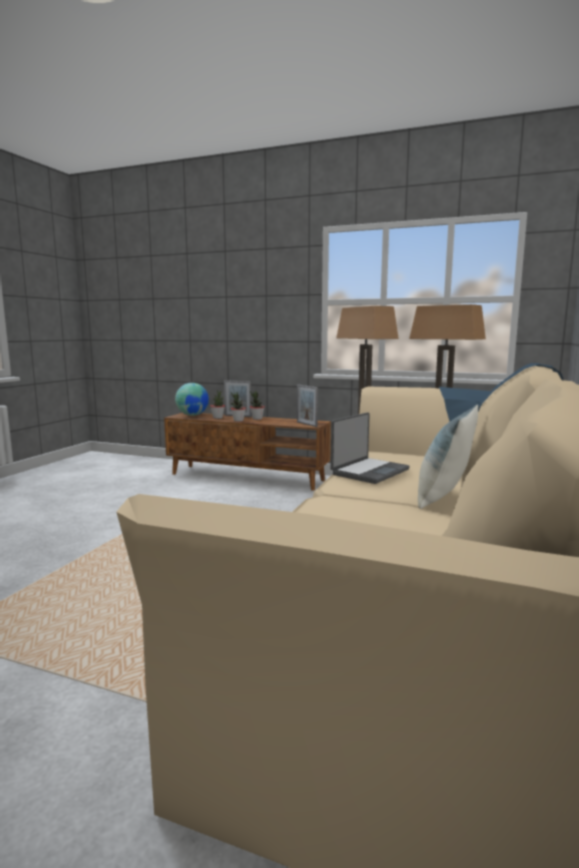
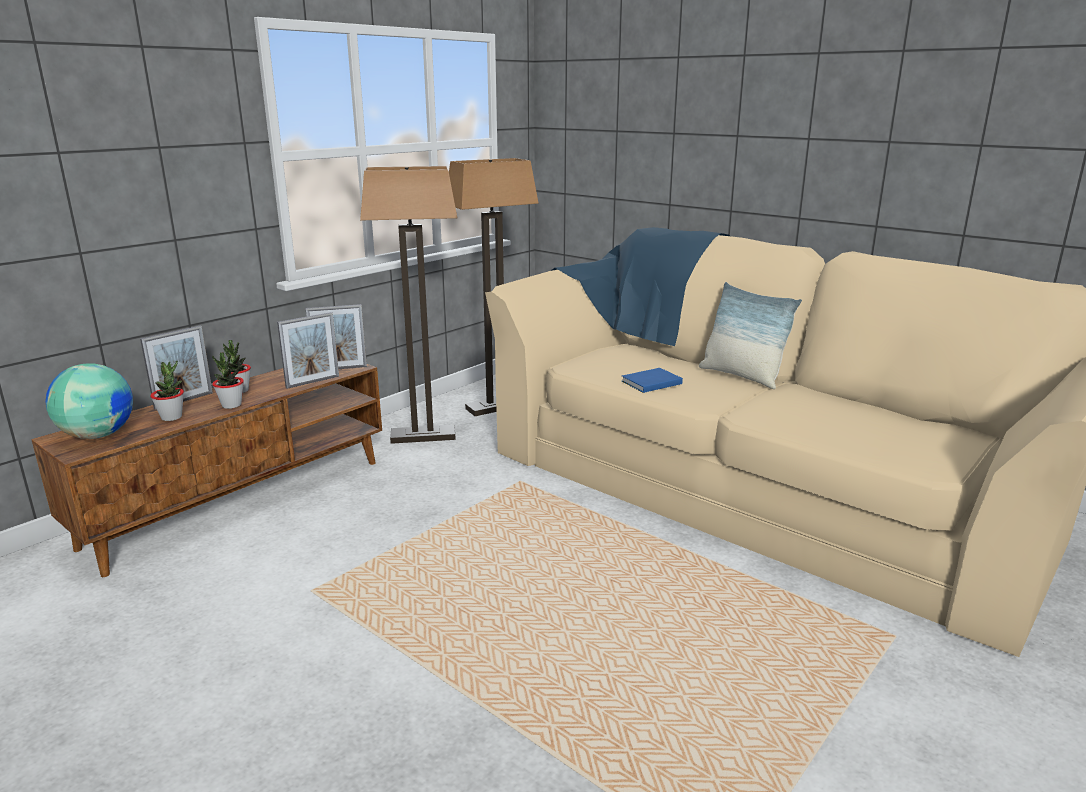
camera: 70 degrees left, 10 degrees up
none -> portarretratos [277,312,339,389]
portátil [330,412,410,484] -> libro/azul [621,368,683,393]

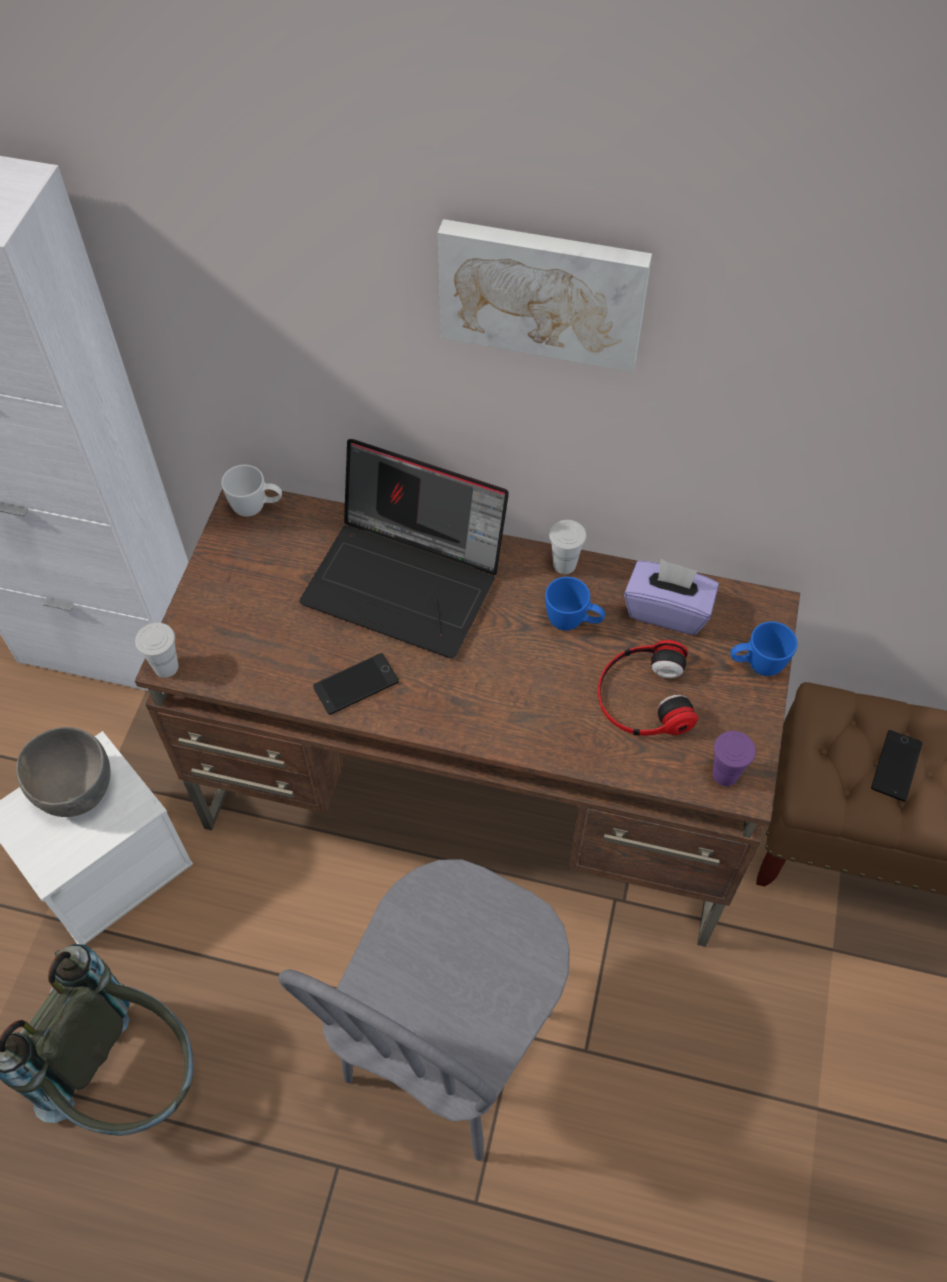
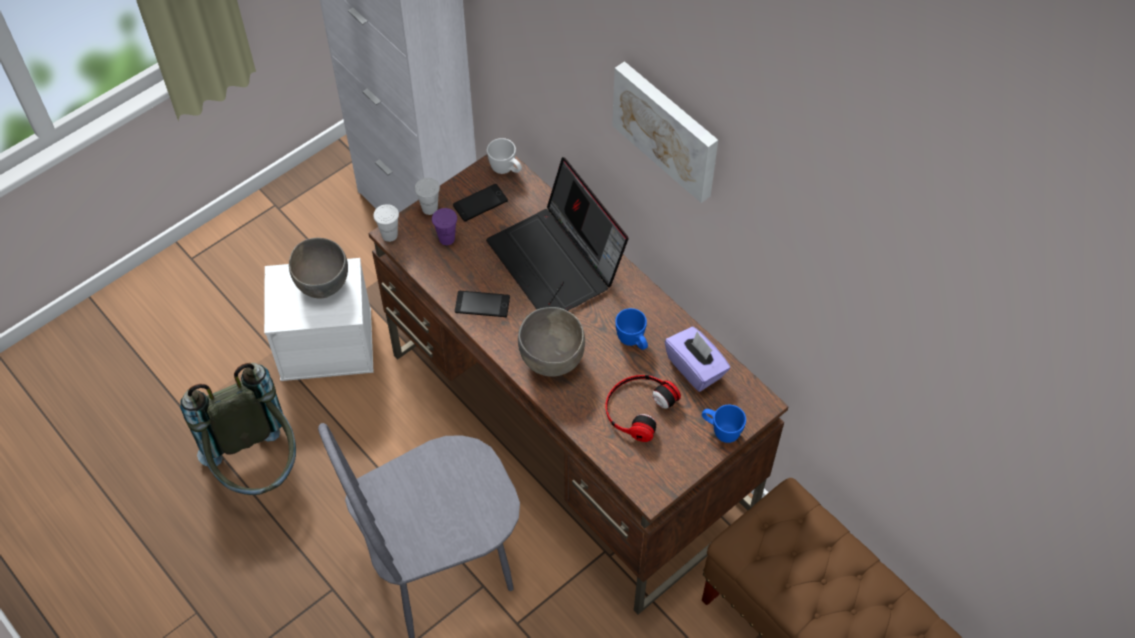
camera: 35 degrees right, 0 degrees up
none -> cuenco/gris [518,307,585,377]
taza/blanco [549,520,586,574] -> taza/blanco [415,178,440,215], moved
taza/morado [713,731,756,786] -> taza/morado [432,208,457,245], moved
móvil [871,730,923,801] -> móvil [453,184,508,222], moved

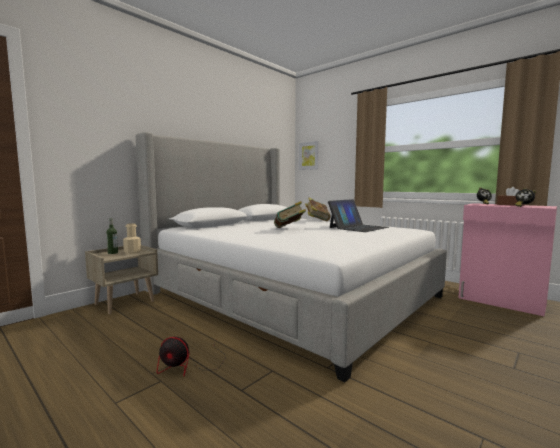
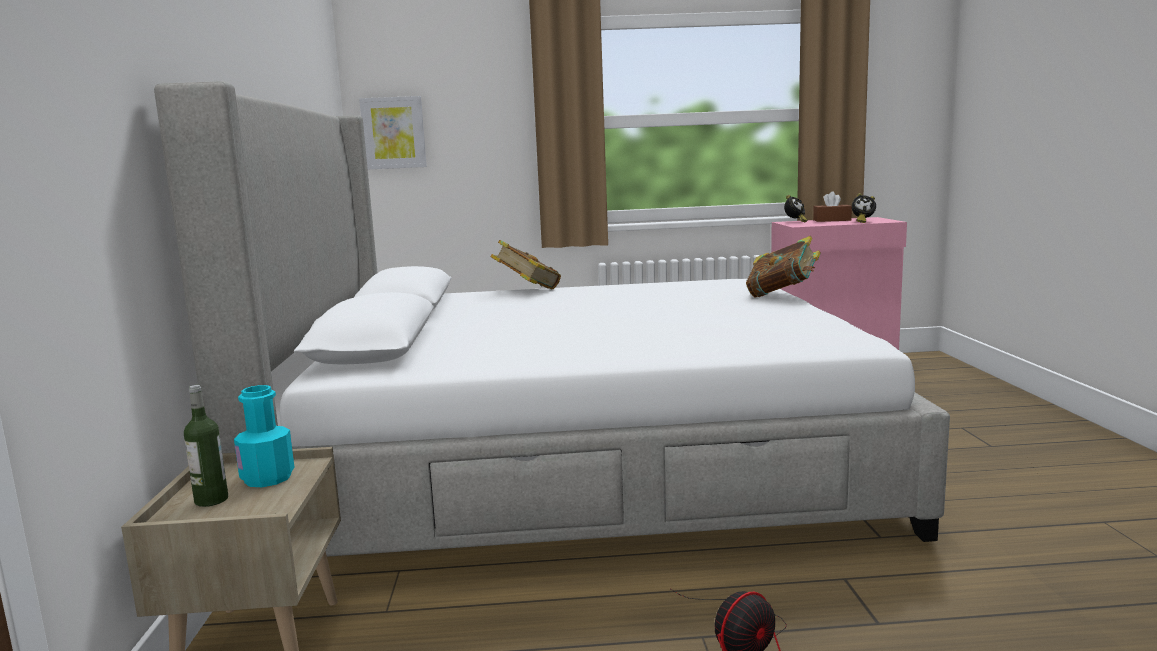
camera: 45 degrees left, 5 degrees up
portátil [328,199,389,232] -> none
libro [274,201,306,228] -> libro [746,236,821,298], moved
botella/beis [123,223,141,254] -> botella/turquesa [234,385,294,487]

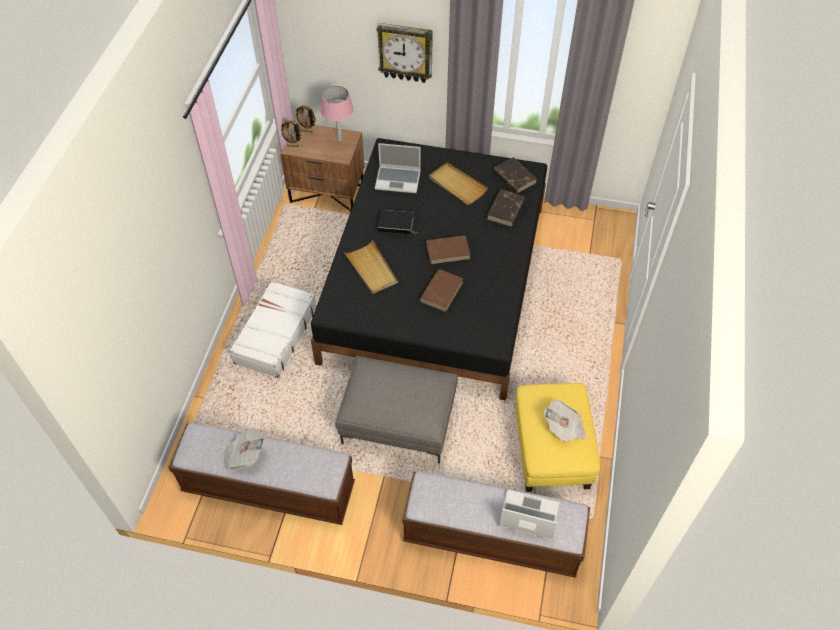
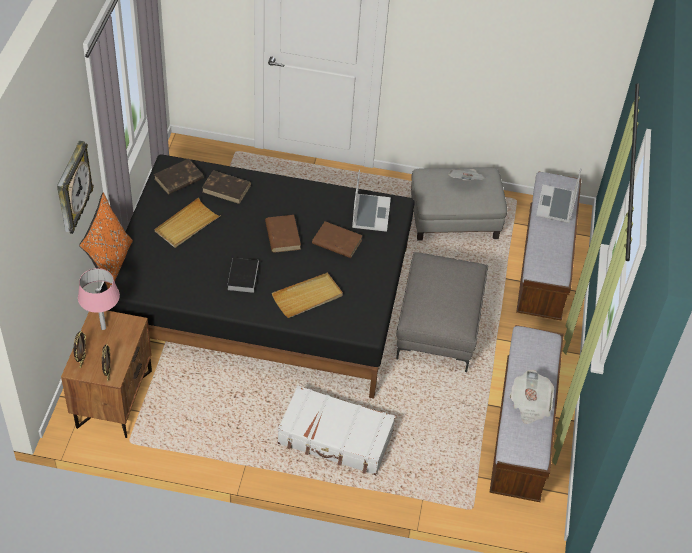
camera: 95 degrees left, 5 degrees down
none -> cojín/naranja [79,193,133,290]
portátil [375,143,421,193] -> portátil [352,170,391,232], moved
puf/amarillo [515,383,600,492] -> puf/gris [411,167,507,241]

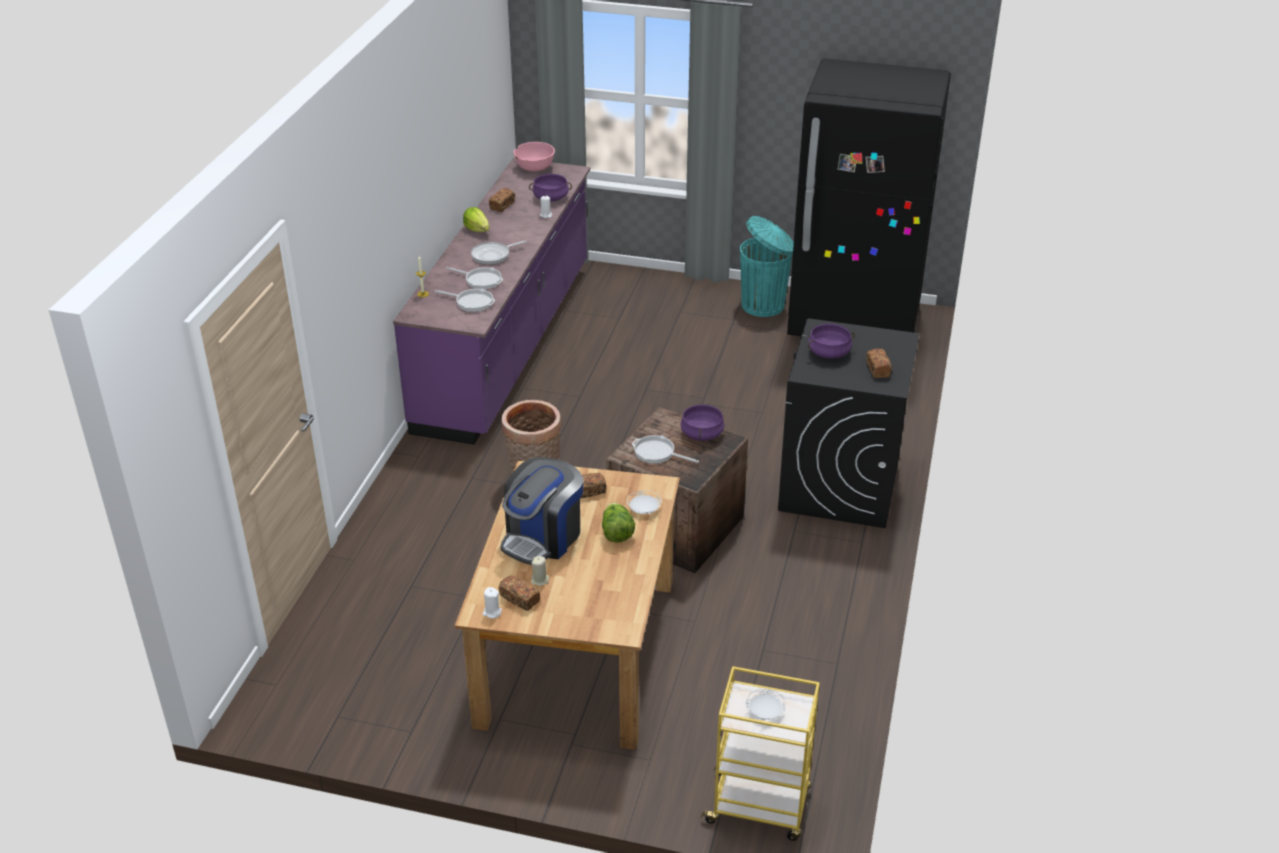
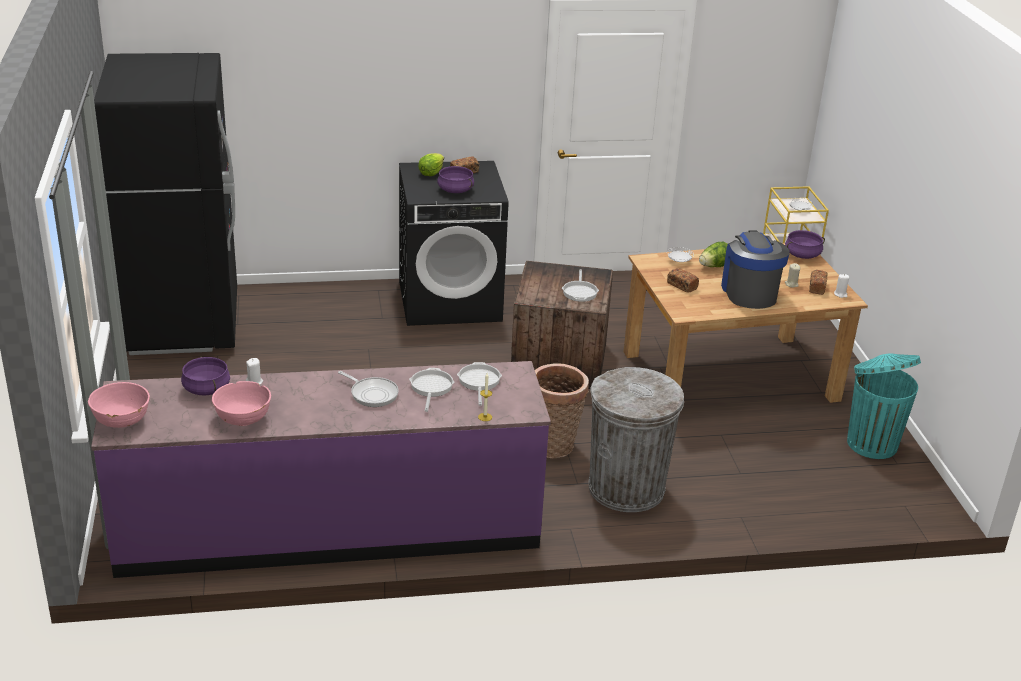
camera: 115 degrees left, 5 degrees down
none -> papelera/gris [589,367,684,512]
lechuga [463,207,489,232] -> lechuga [418,153,444,176], moved
olla/morado [680,404,725,441] -> olla/morado [785,230,825,259], moved
papelera/turquesa [740,216,794,317] -> papelera/turquesa [847,353,921,459], moved
pan [489,188,515,212] -> cuenco/rosa [212,381,271,426]
cafetera [500,457,583,565] -> cafetera [721,230,789,309], 105 degrees counterclockwise

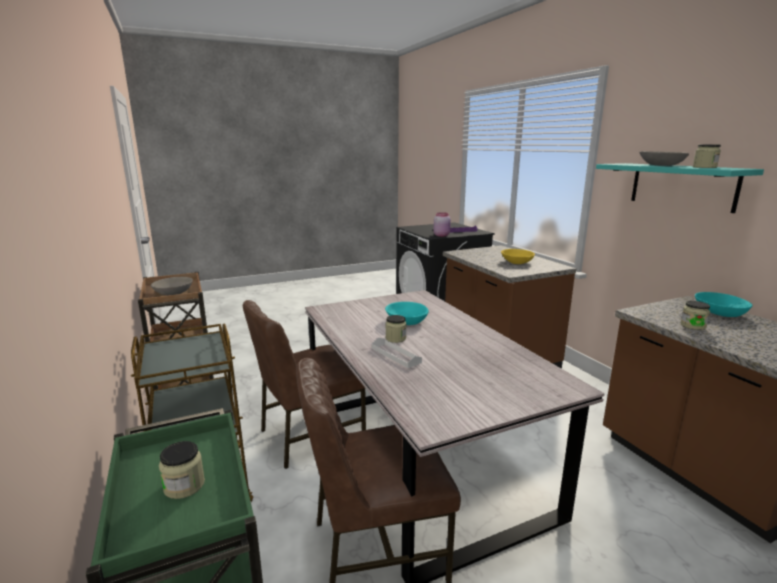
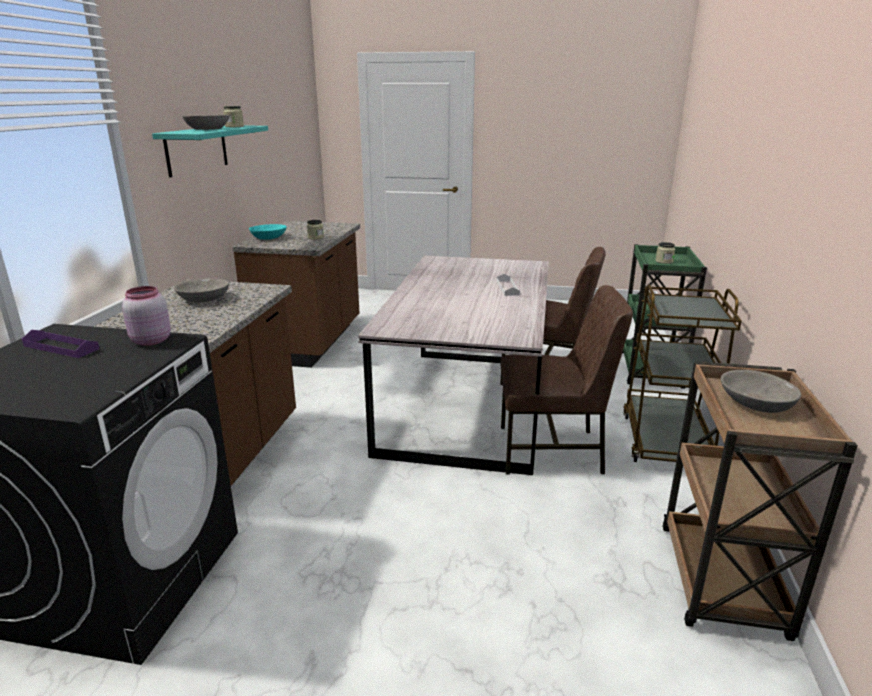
camera: 145 degrees left, 5 degrees up
cuenco/turquesa [385,302,429,325] -> none
tarro [385,315,406,343] -> none
cuenco/amarillo [501,249,535,264] -> cuenco/gris [174,278,229,303]

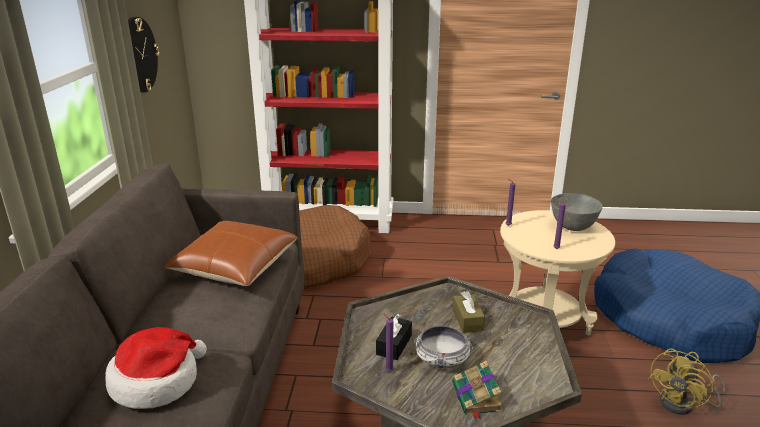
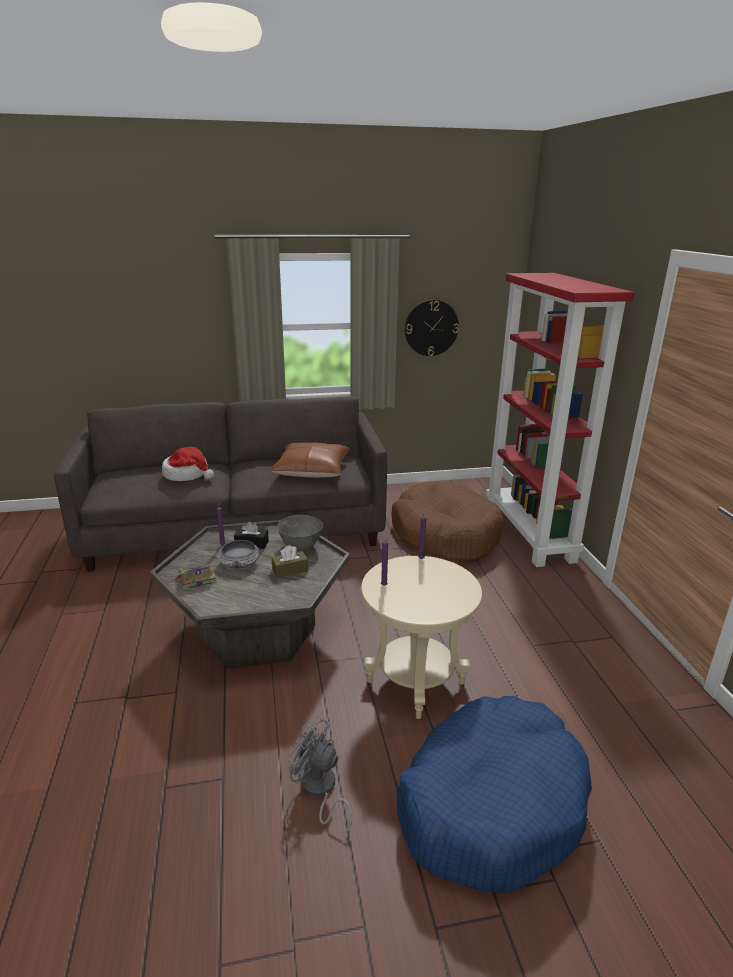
camera: 75 degrees right, 0 degrees up
cuenco/gris [551,193,603,231] -> cuenco/gris [277,515,323,551], moved
ventilador/amarillo [648,348,725,415] -> ventilador/gris [289,716,352,834]

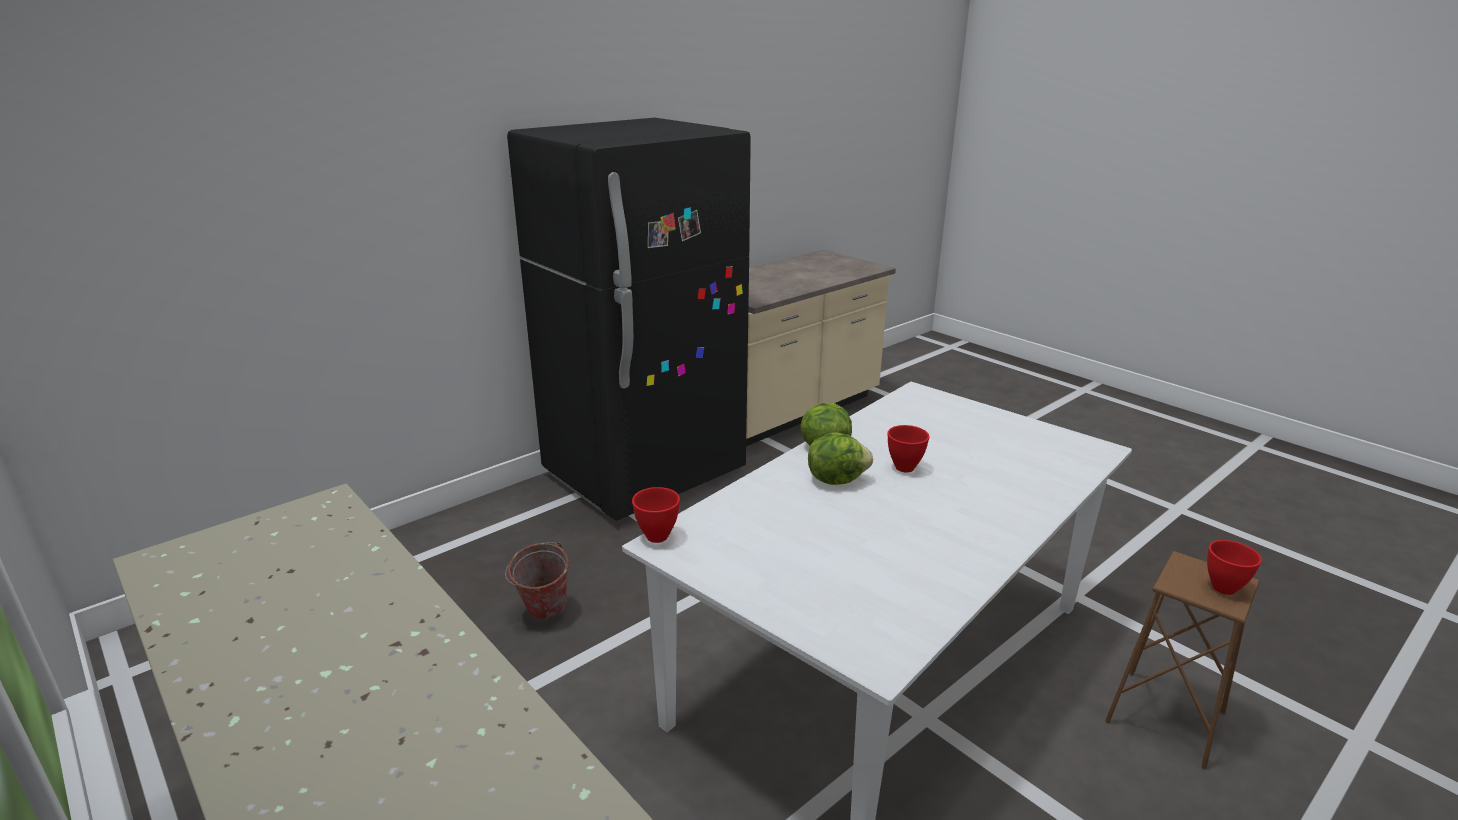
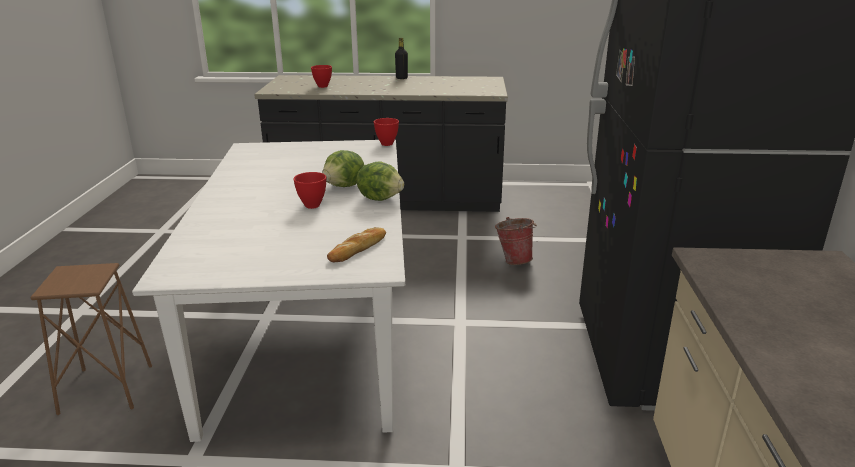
camera: 135 degrees right, 0 degrees up
none -> pan [327,227,386,262]
none -> botella/negro [395,38,408,79]
cuenco/rojo [1207,540,1262,595] -> cuenco/rojo [311,65,332,88], moved

